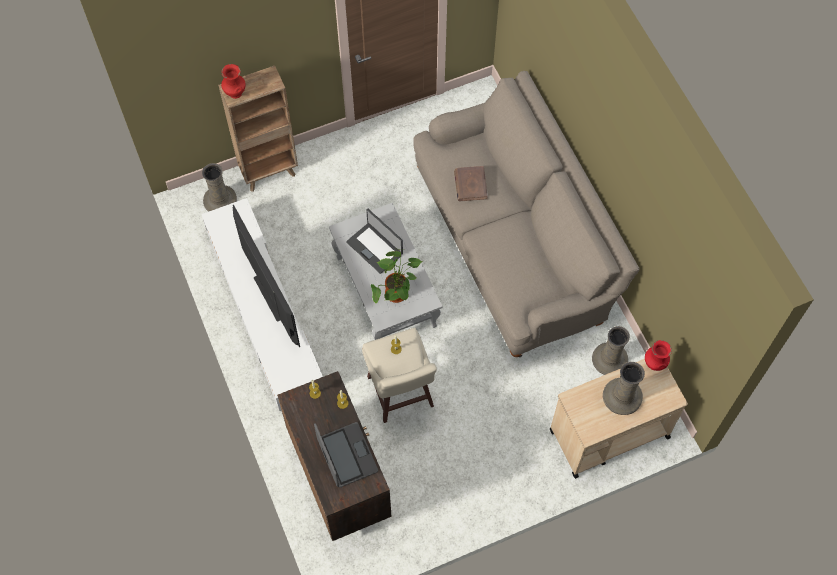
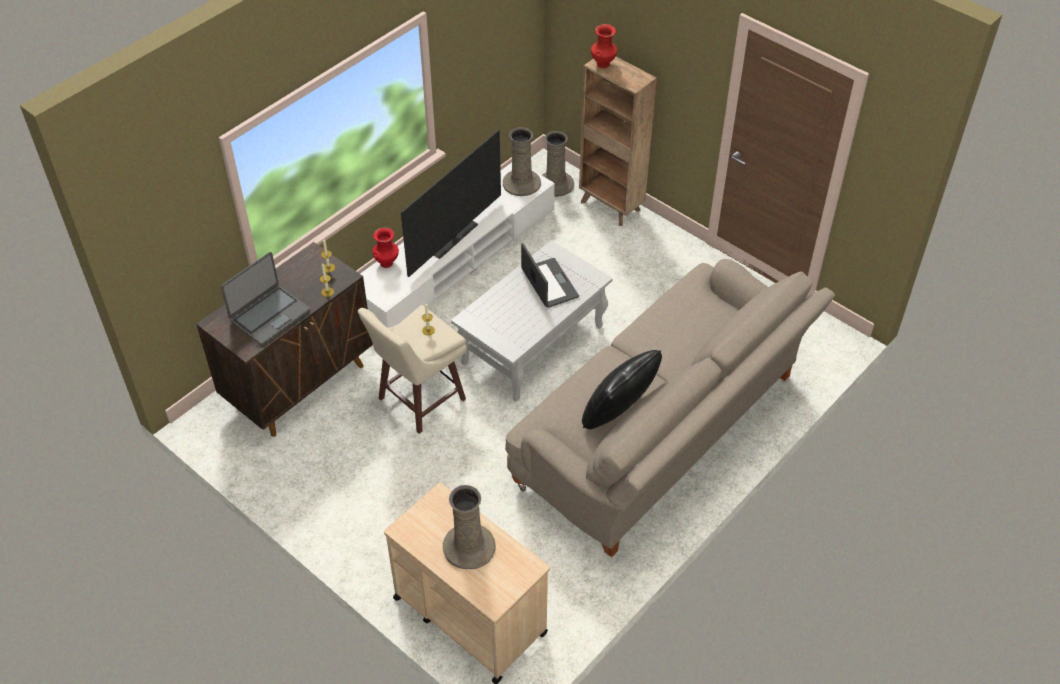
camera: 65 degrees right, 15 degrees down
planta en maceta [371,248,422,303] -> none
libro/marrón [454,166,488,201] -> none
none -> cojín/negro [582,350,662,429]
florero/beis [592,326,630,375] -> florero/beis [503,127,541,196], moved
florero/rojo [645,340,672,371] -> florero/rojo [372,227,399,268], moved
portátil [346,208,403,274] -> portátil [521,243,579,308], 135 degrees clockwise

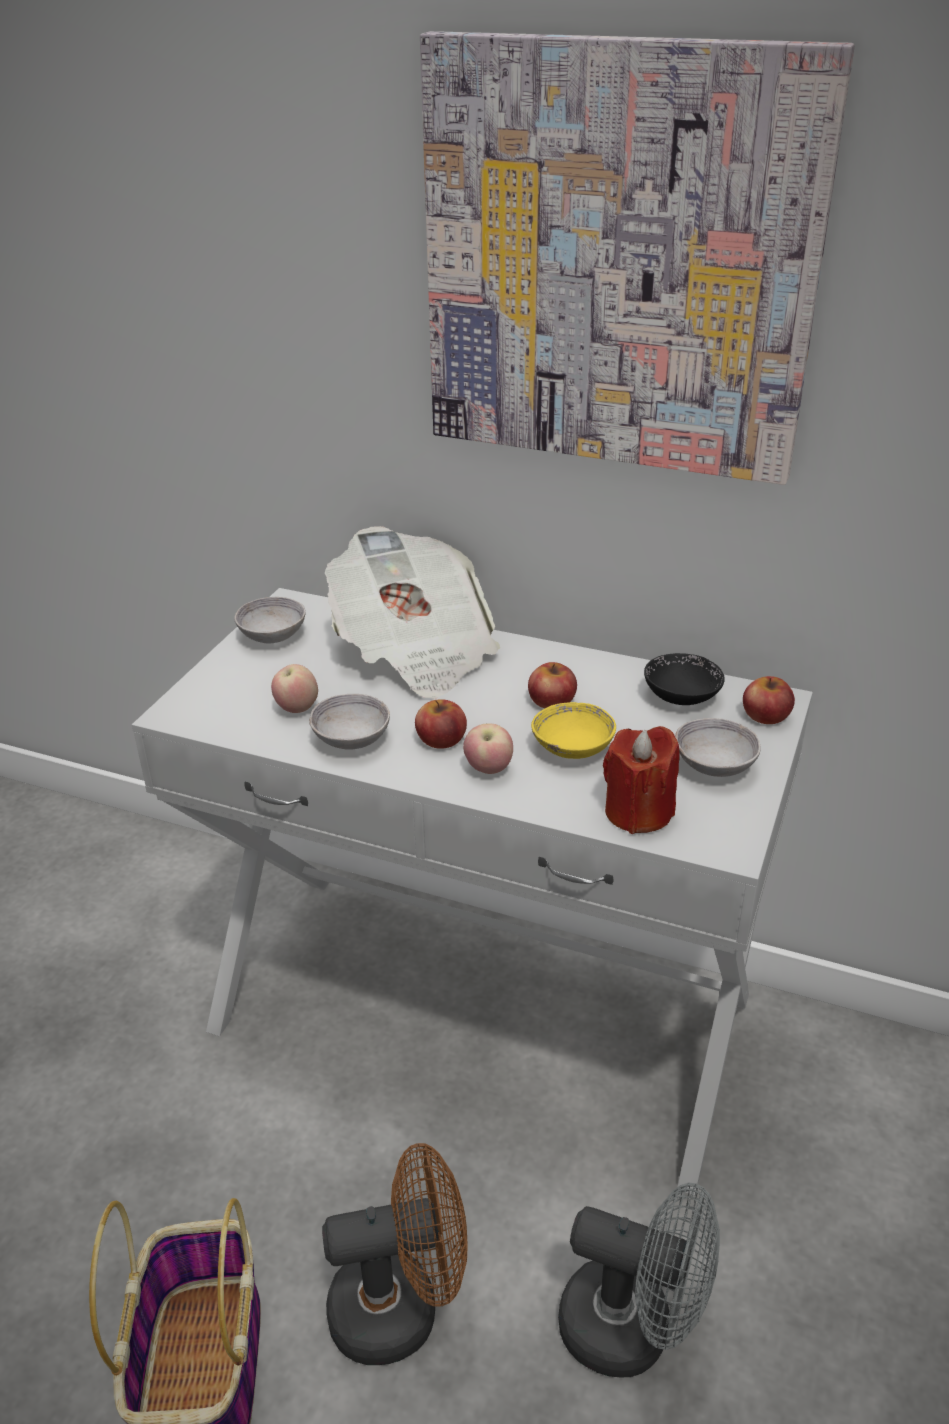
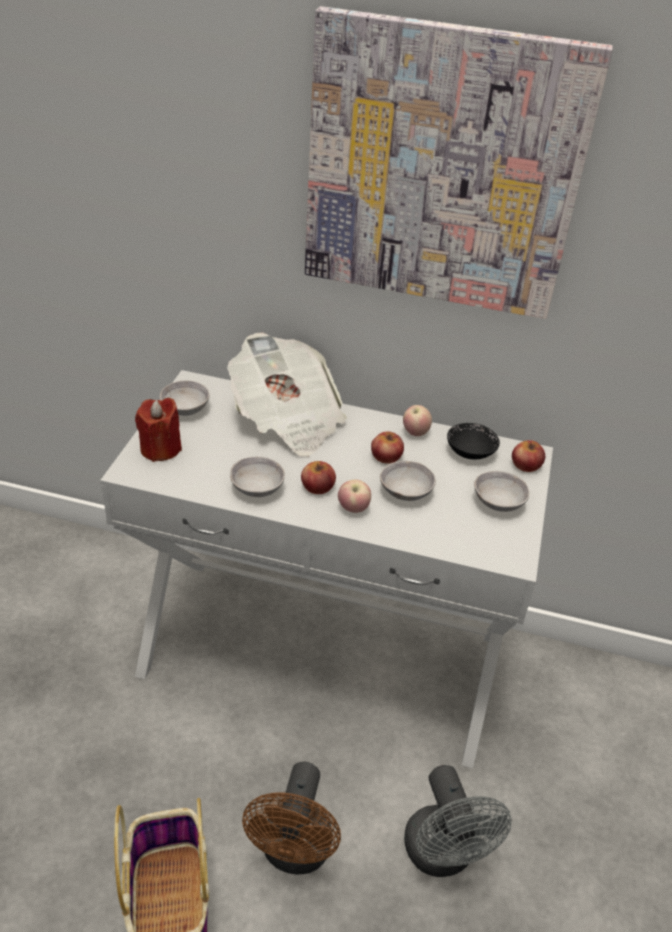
camera: 10 degrees left, 5 degrees up
manzana [271,664,318,713] -> manzana [403,405,432,436], moved
vela/rojo [603,726,680,834] -> vela/rojo [135,398,182,462], moved
cuenco/amarillo [531,702,616,759] -> cuenco/gris [380,461,436,501]
ventilador/marrón [322,1143,468,1365] -> ventilador/marrón [242,762,341,874], 120 degrees clockwise
ventilador/gris [558,1183,720,1377] -> ventilador/gris [404,765,512,877], 60 degrees clockwise

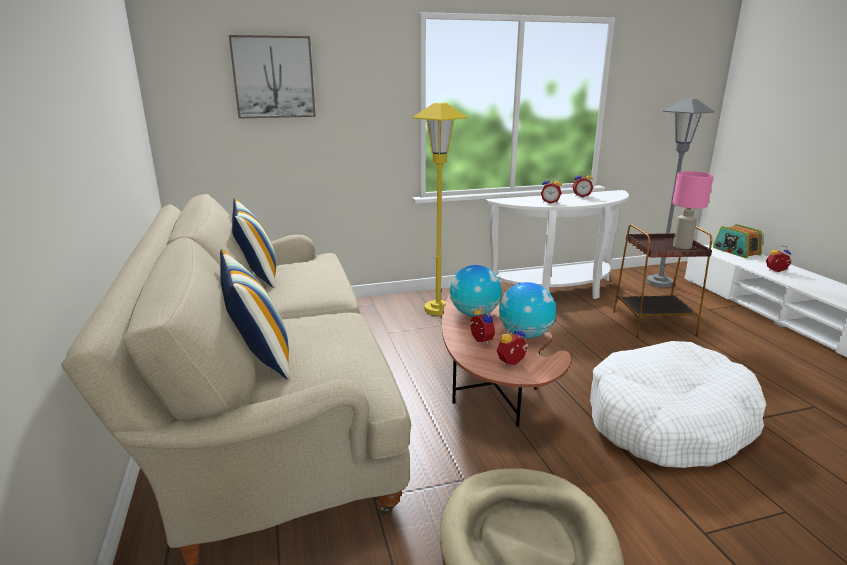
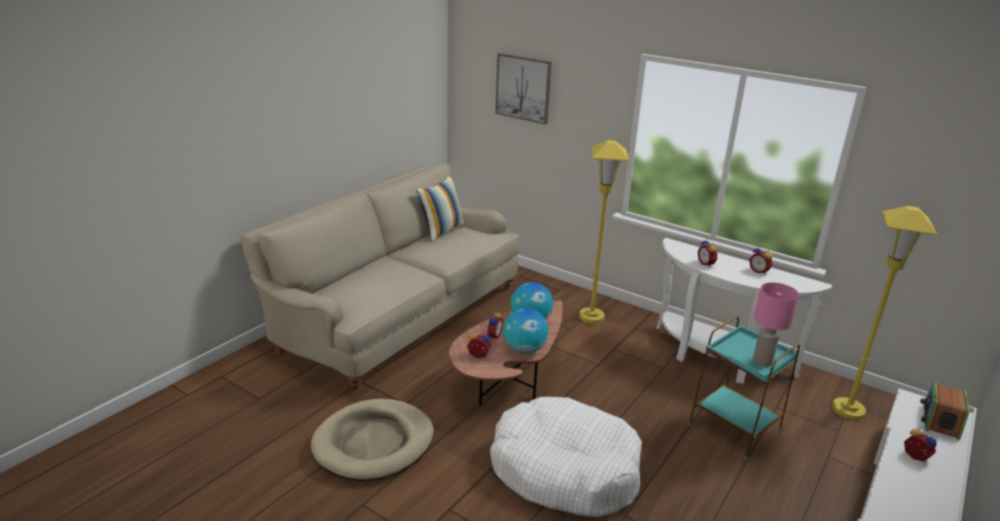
camera: 50 degrees right, 5 degrees up
cojín [220,249,289,380] -> none
mesa auxiliar/marrón [613,224,712,338] -> mesa auxiliar/turquesa [689,316,800,460]
lámpara de pie/gris [646,98,715,287] -> lámpara de pie/amarillo [832,206,937,420]

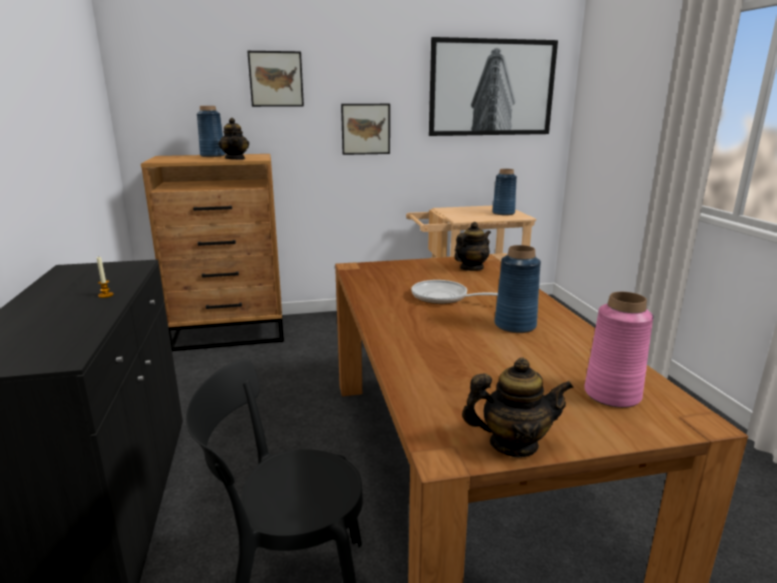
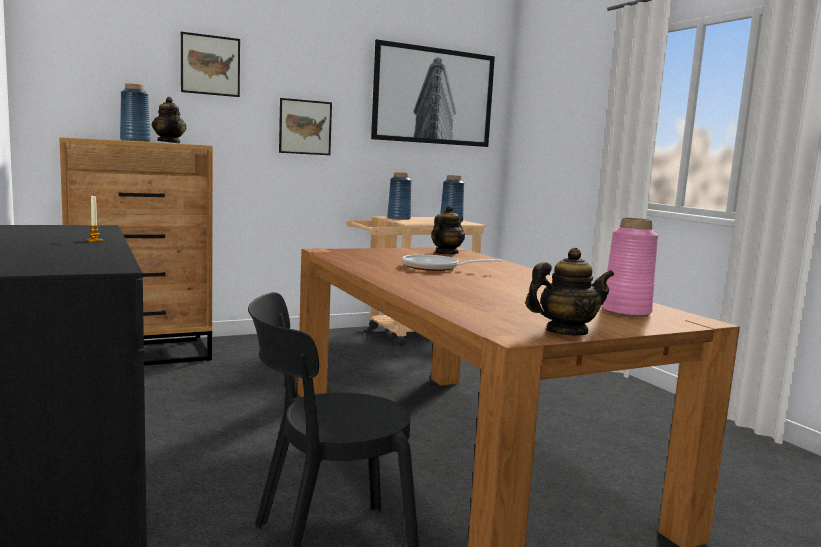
camera: 15 degrees left, 10 degrees down
florero/azul [494,245,541,333] -> florero/azul [387,172,411,220], moved

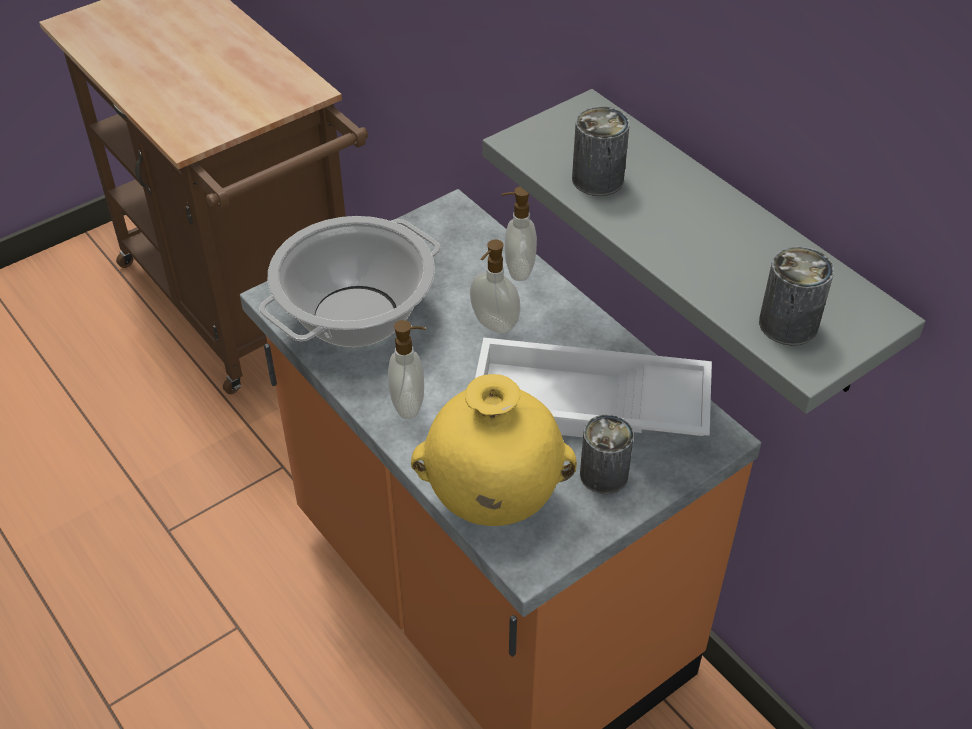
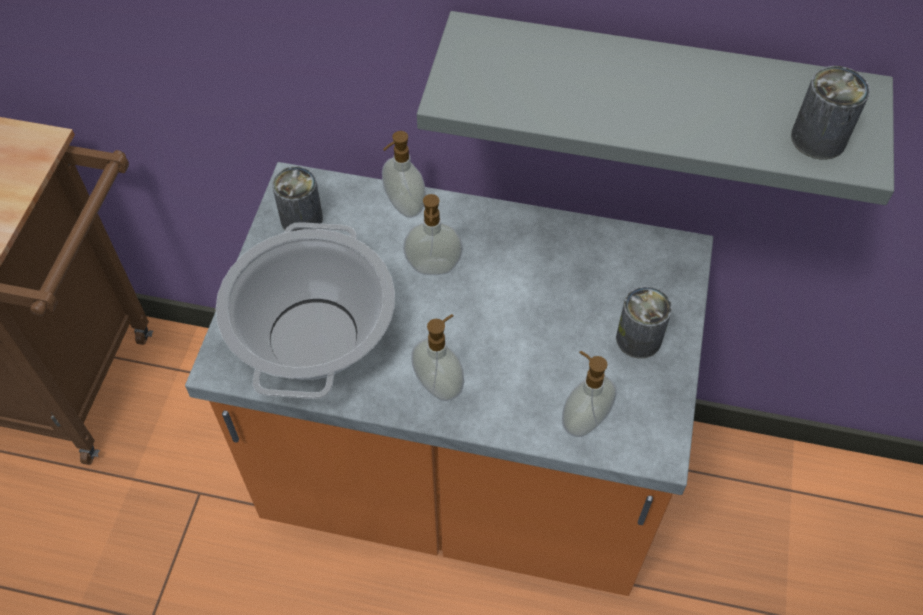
camera: 40 degrees left, 10 degrees up
bandeja/blanco [475,337,712,437] -> none
lata [572,106,630,196] -> lata [272,166,323,231], moved
florero/amarillo [411,374,577,526] -> dispensador de jabón [562,351,616,437]

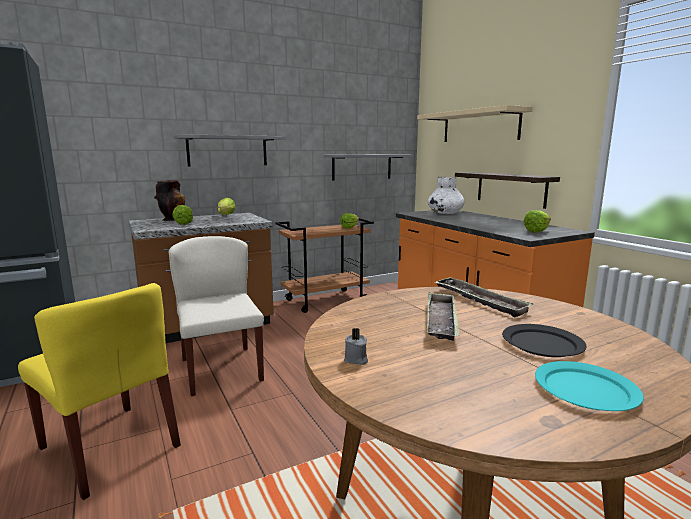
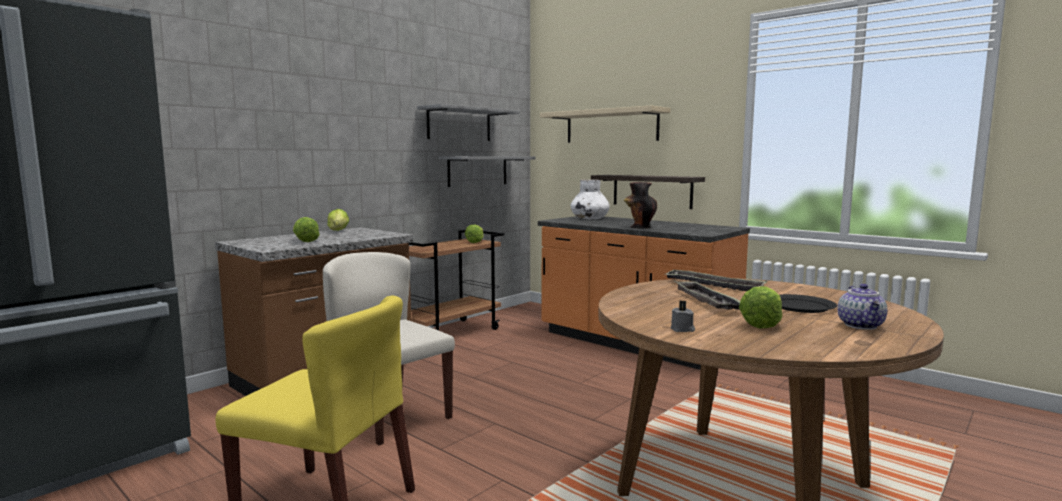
camera: 20 degrees left, 5 degrees down
florero [154,180,185,221] -> florero [624,182,657,229], moved
estante/gris [173,134,286,167] -> estante/gris [417,104,520,141], moved
lechuga [523,210,551,233] -> lechuga [739,286,782,328], moved
plato/turquesa [535,361,644,411] -> tetera [838,284,887,330]

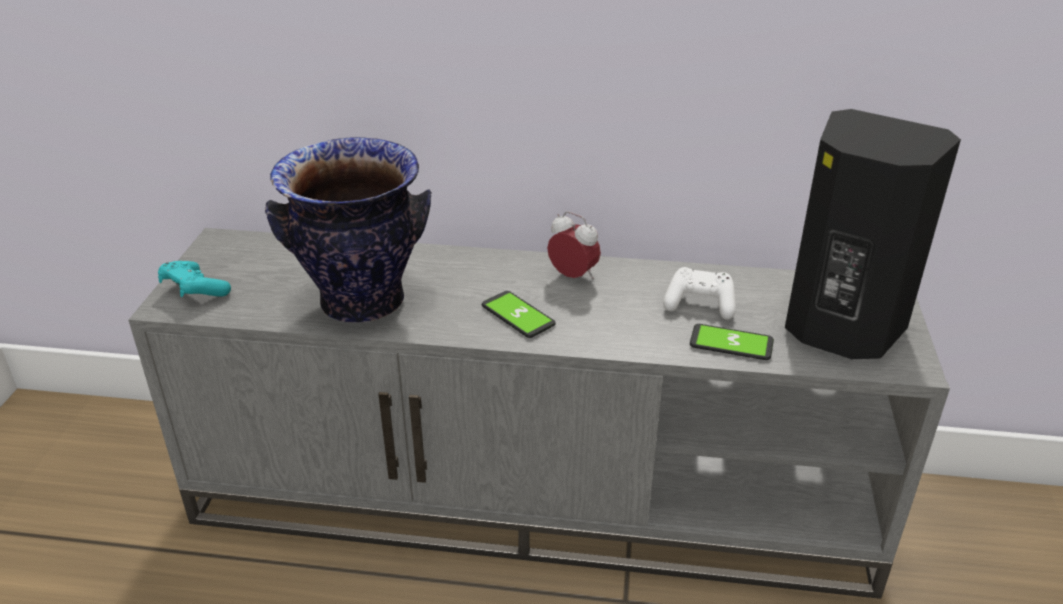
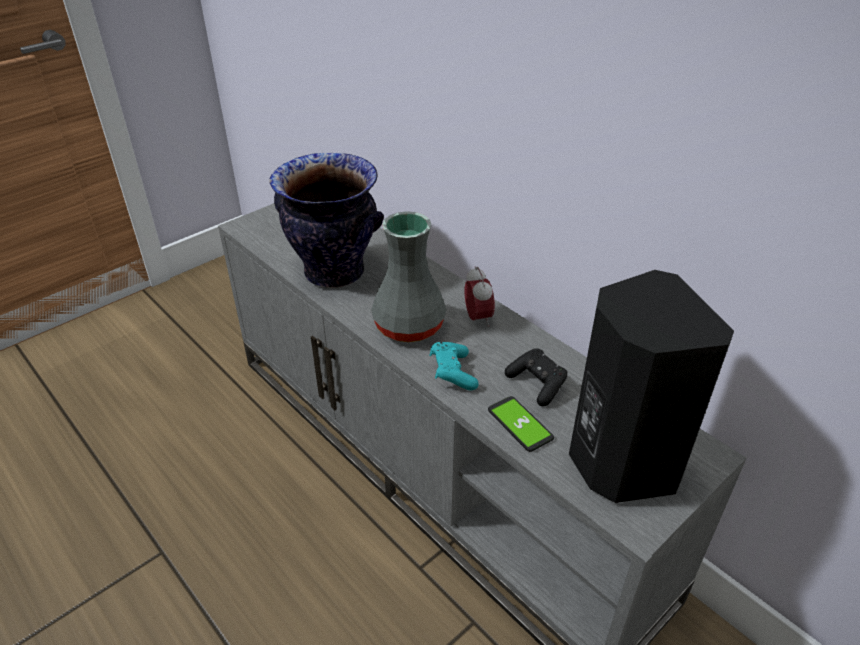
camera: 40 degrees right, 5 degrees up
mando de consola/turquesa [158,261,231,297] -> mando de consola/turquesa [430,342,479,391], moved
móvil [482,291,556,338] -> florero/gris [371,211,446,342]
mando de consola/blanco [663,267,736,320] -> mando de consola/negro [505,348,567,406]

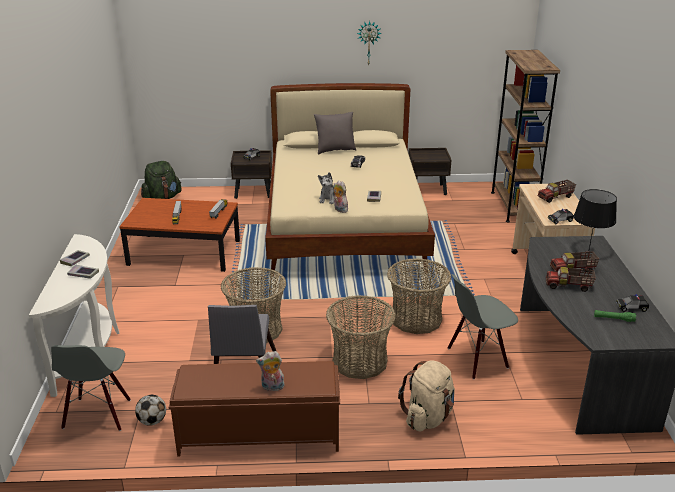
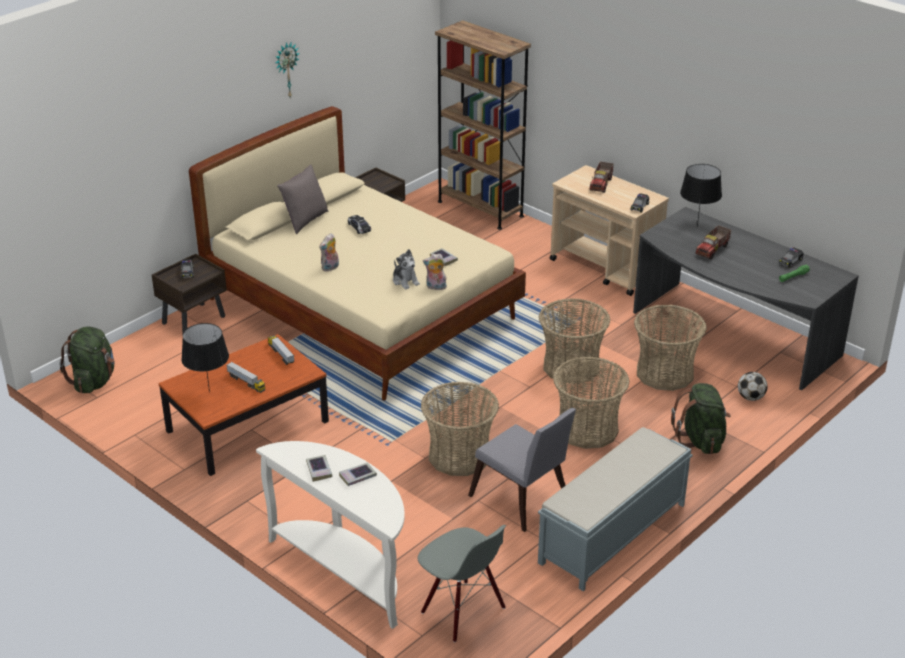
camera: 45 degrees left, 5 degrees up
camión de juguete [546,267,596,292] -> none
none -> lámpara de mesa/negro [181,323,229,392]
balón de fútbol [135,395,166,426] -> balón de fútbol [738,372,768,401], moved
peluche [256,351,285,391] -> peluche [319,233,339,272], moved
silla/gris [448,274,518,379] -> cesta [634,304,707,391]
banco/marrón [169,361,340,457] -> banco/gris [538,427,693,591]
mochila/beis [398,360,455,431] -> mochila/verde [671,383,731,454]

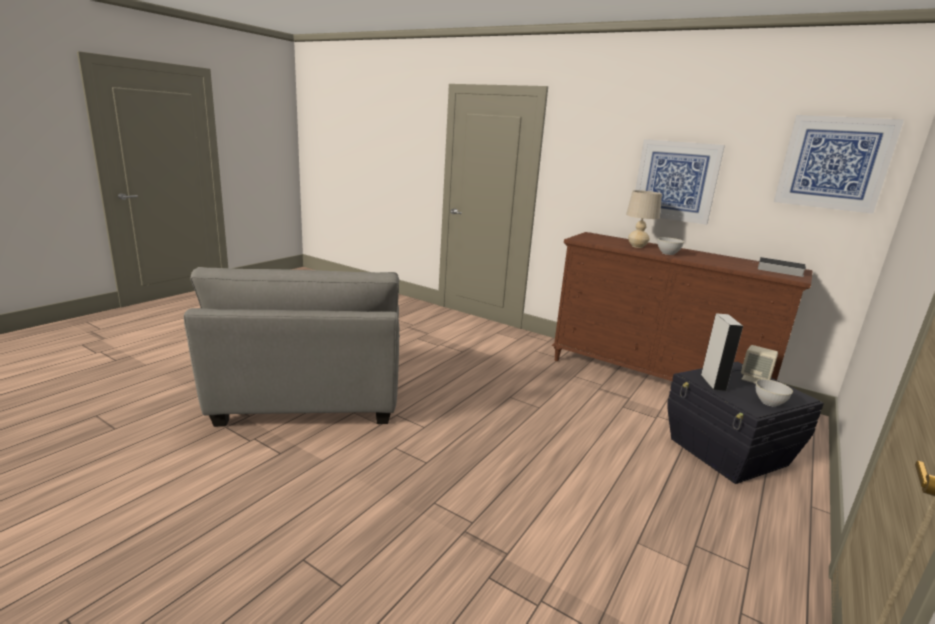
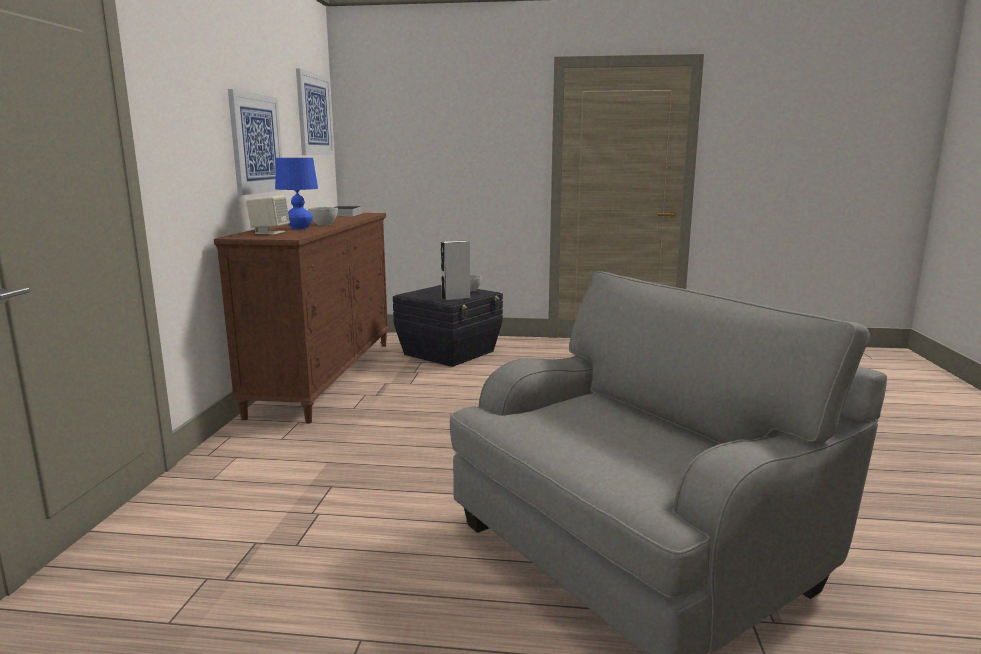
camera: 115 degrees left, 5 degrees down
altavoz/beis [741,345,778,384] -> altavoz/beis [246,195,290,234], moved
lámpara de mesa/beis [626,190,662,248] -> lámpara de mesa/azul [275,158,318,229]

